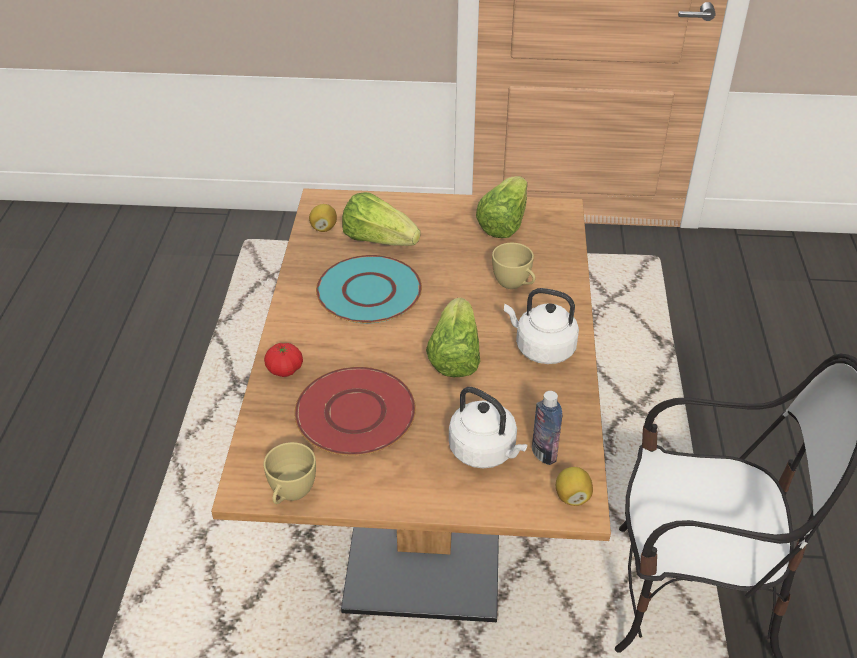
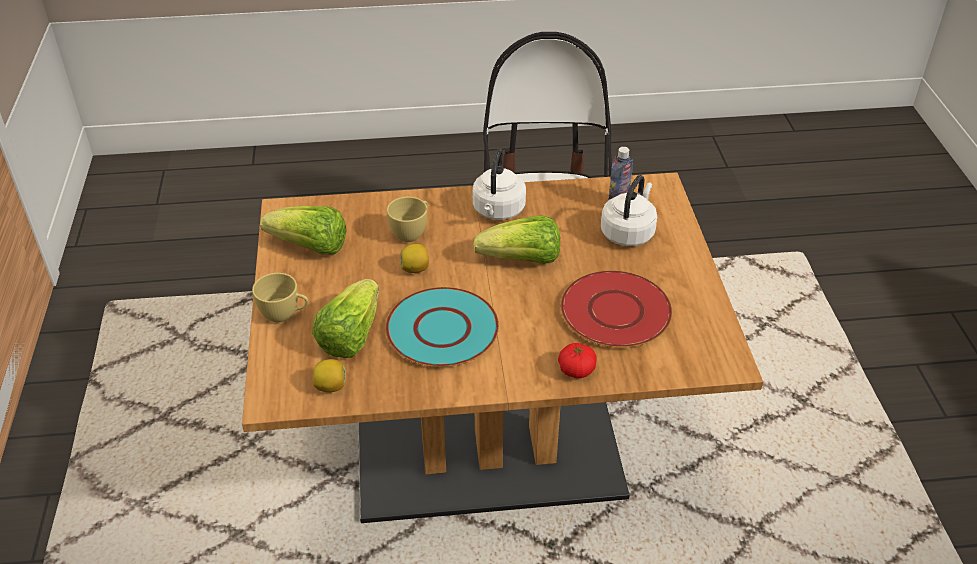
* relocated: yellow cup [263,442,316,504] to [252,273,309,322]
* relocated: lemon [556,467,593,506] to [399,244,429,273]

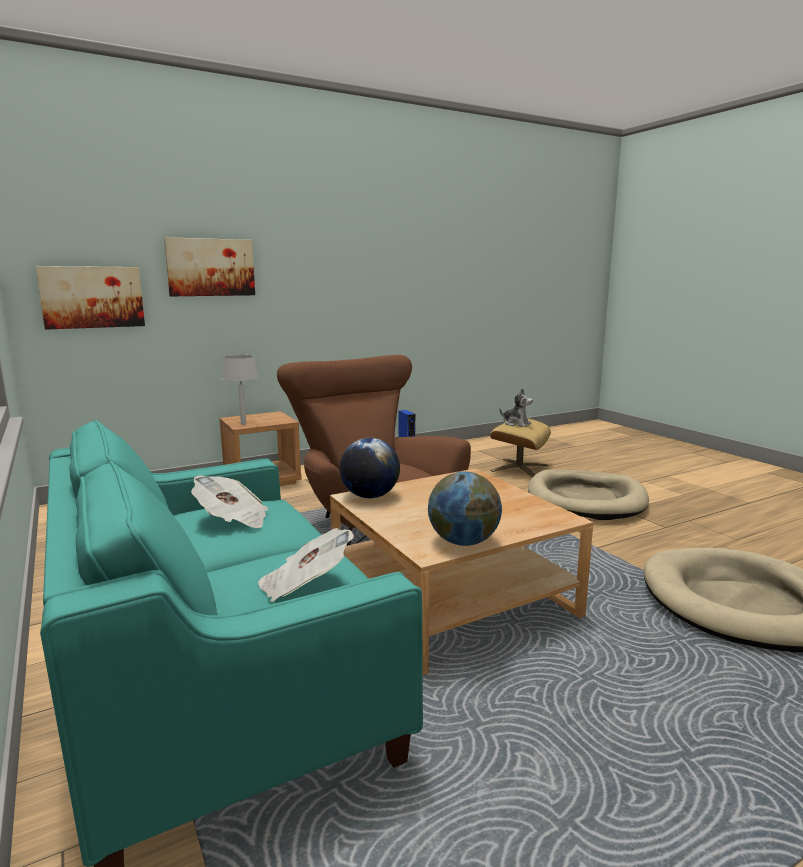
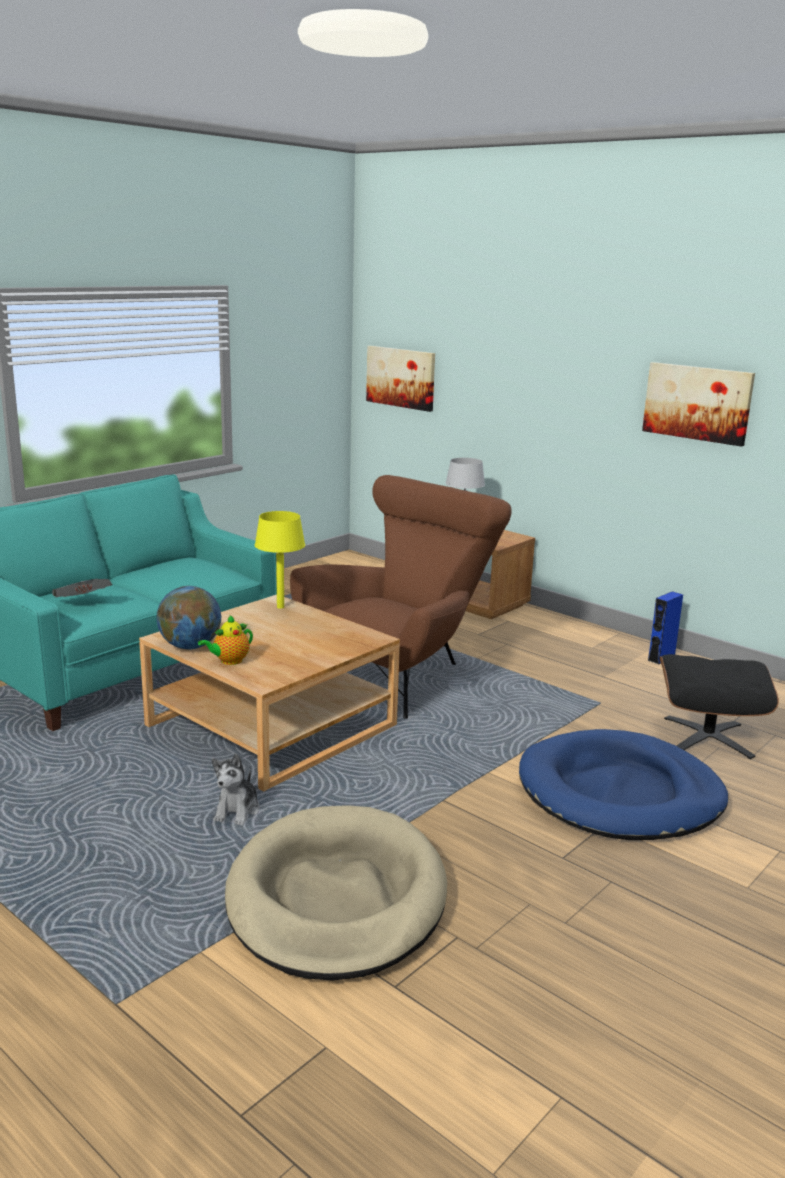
* missing: newspaper [191,475,268,528]
* appeared: teapot [198,615,253,665]
* relocated: picture [164,237,255,296] to [642,362,755,447]
* relocated: plush toy [499,388,533,427] to [212,754,260,826]
* exchanged: globe [340,438,400,498] to yellow table lamp [255,511,305,609]
* colour: beige ottoman [490,418,551,478] to black ottoman [660,654,779,759]
* colour: beige dog bed [528,469,649,520] to blue dog bed [519,729,728,840]

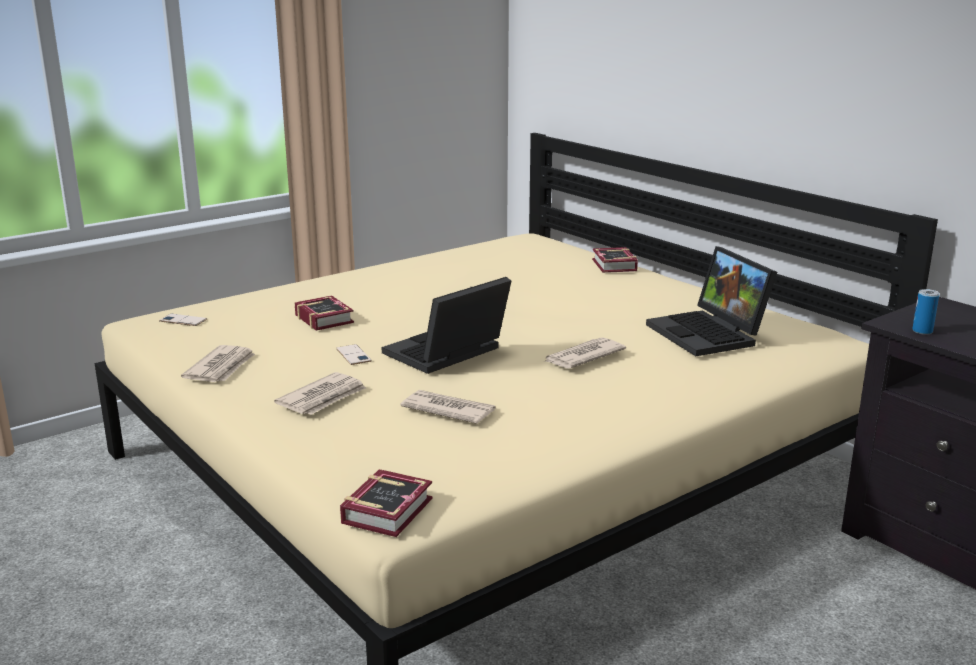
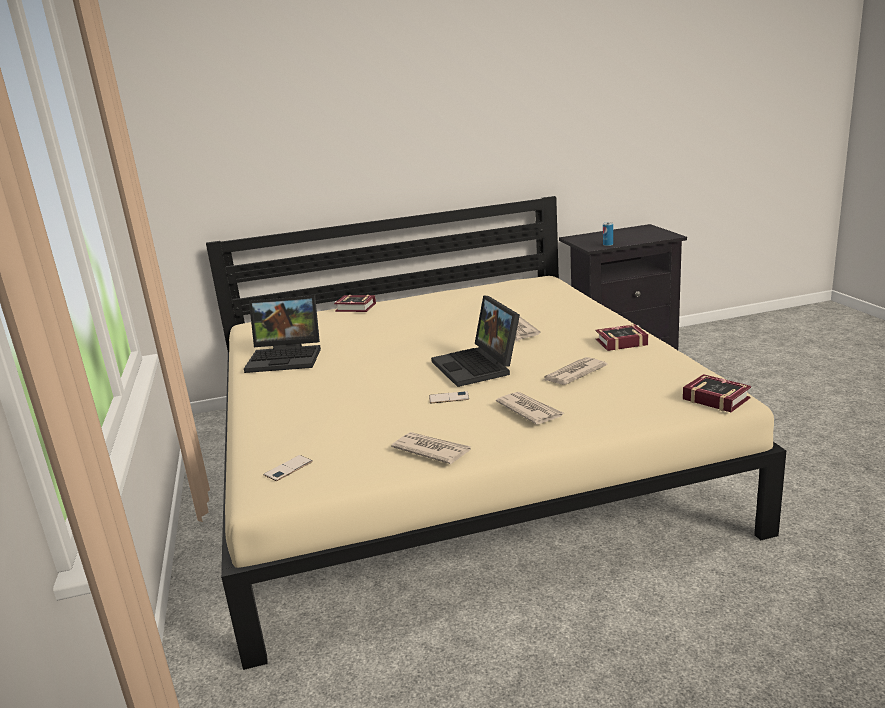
* relocated: book [295,295,354,331] to [596,324,648,351]
* relocated: laptop [646,246,777,356] to [244,296,321,373]

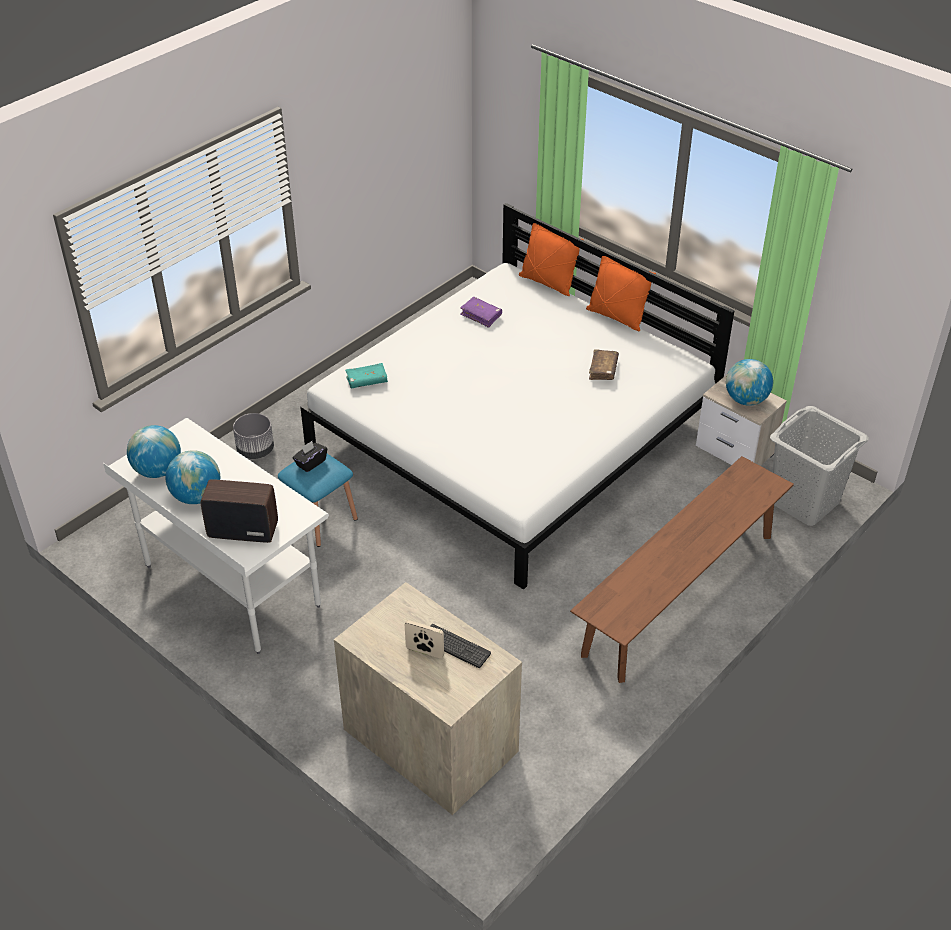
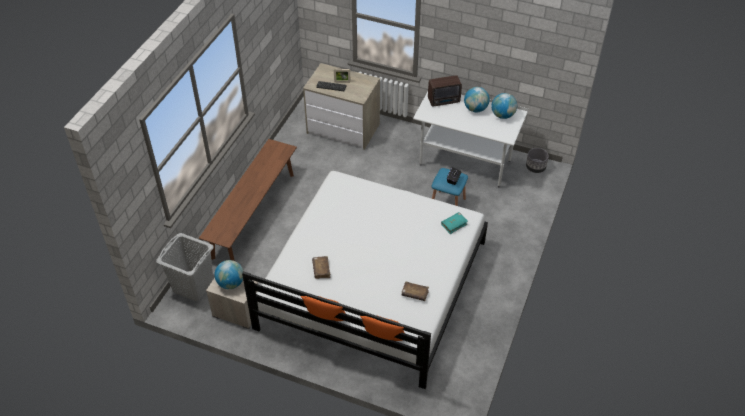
* relocated: grey planter [233,413,274,459] to [526,148,549,173]
* colour: purple book [460,297,502,328] to brown book [402,282,429,301]

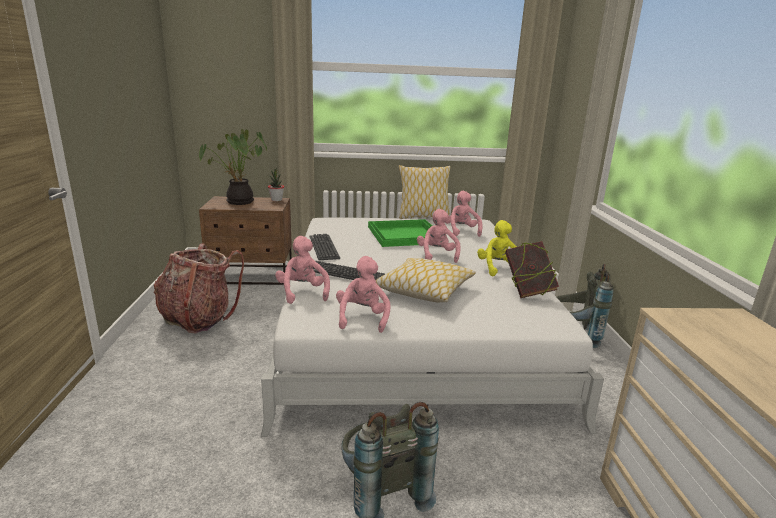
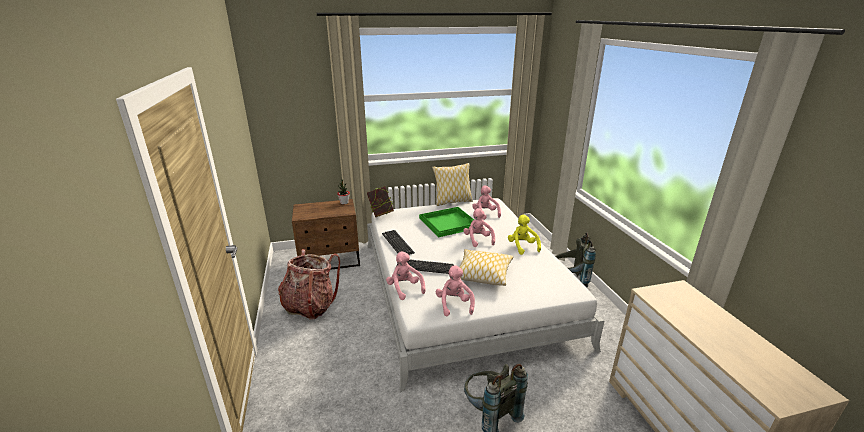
* missing: potted plant [199,129,267,205]
* relocated: book [505,241,559,298] to [367,186,394,217]

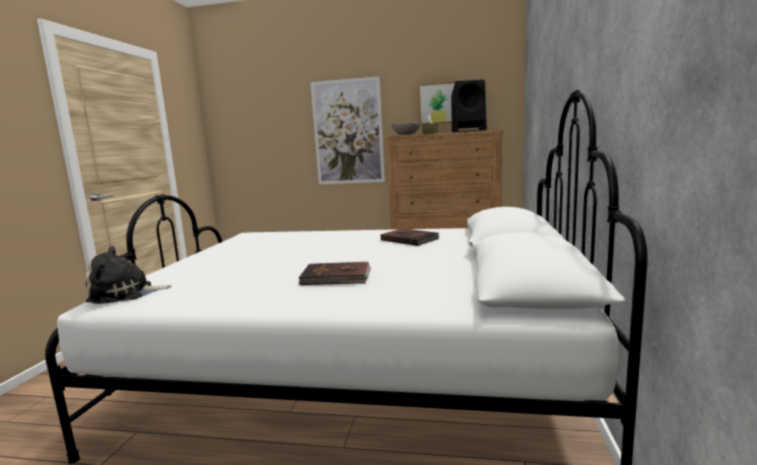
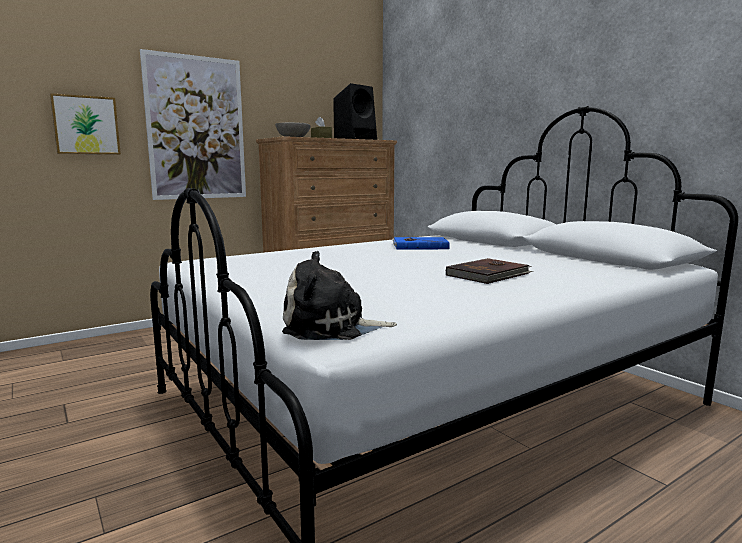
* relocated: picture [418,82,455,125] to [50,93,121,155]
* colour: brown book [381,228,439,246] to blue book [393,237,450,250]
* spun: plush toy [86,246,172,304] = [282,251,397,340] 60 degrees clockwise

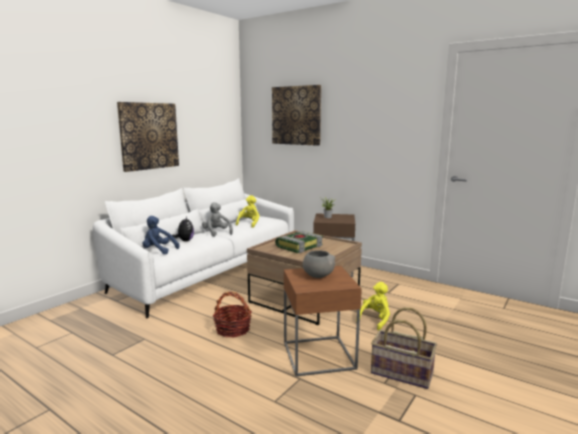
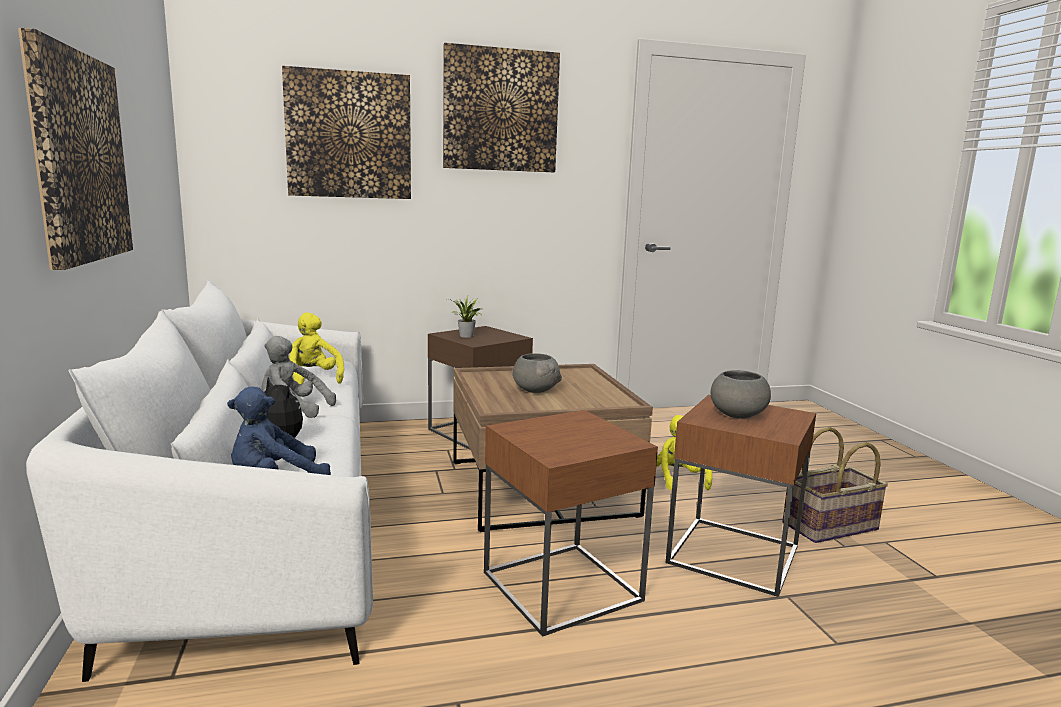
* appeared: picture [443,43,560,172]
* exchanged: basket [213,292,252,337] to brown side table [484,410,658,637]
* exchanged: book [275,231,323,253] to grey bowl [513,353,562,393]

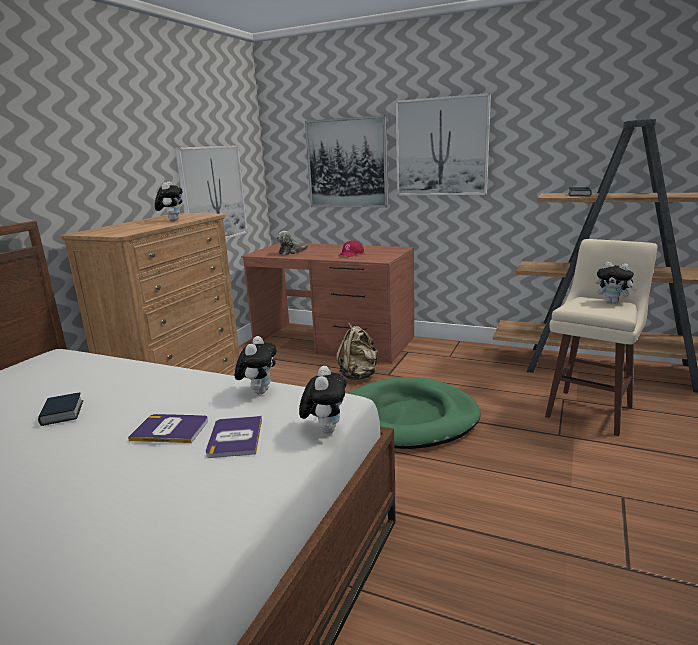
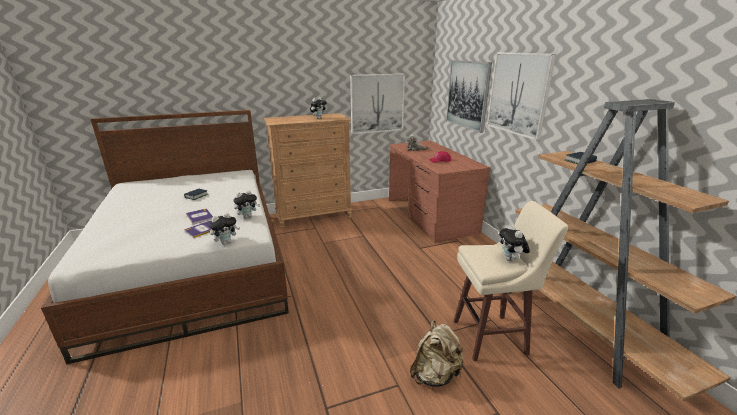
* missing: green dog bed [348,377,481,449]
* relocated: beige backpack [336,323,379,380] to [410,320,464,387]

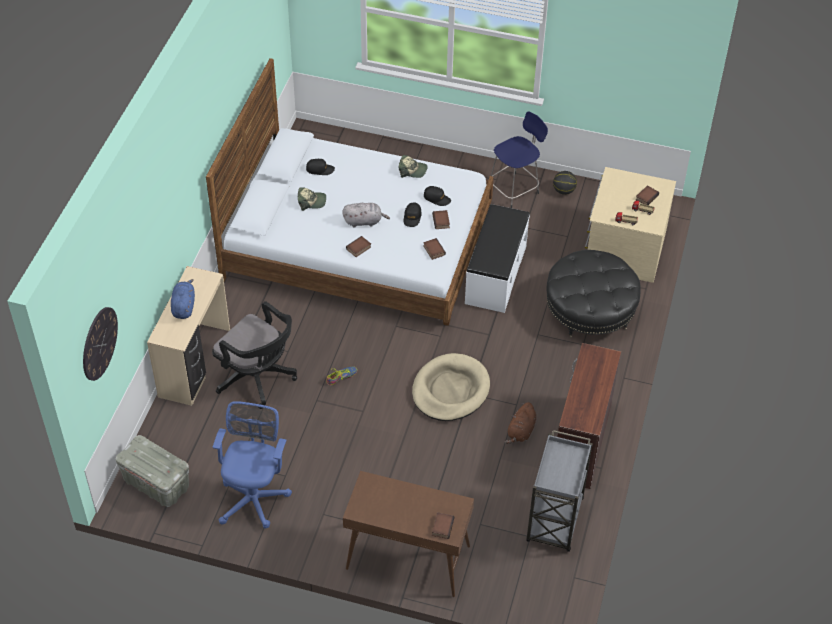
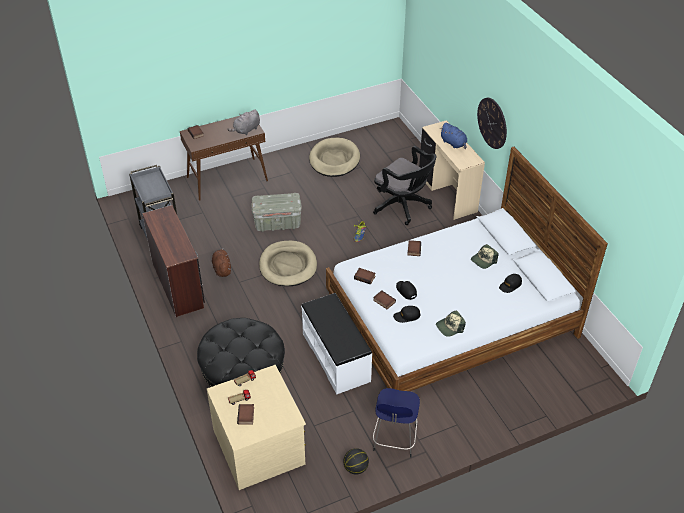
* relocated: wall clock [83,307,118,381] to [477,98,507,149]
* relocated: grey storage box [115,435,189,507] to [251,193,302,232]
* relocated: grey plush toy [342,203,390,228] to [227,109,260,135]
* exchanged: blue office chair [213,401,292,529] to beige dog bed [309,138,360,177]
* spun: black office chair [212,301,297,409] = [373,146,437,225] 135 degrees counterclockwise

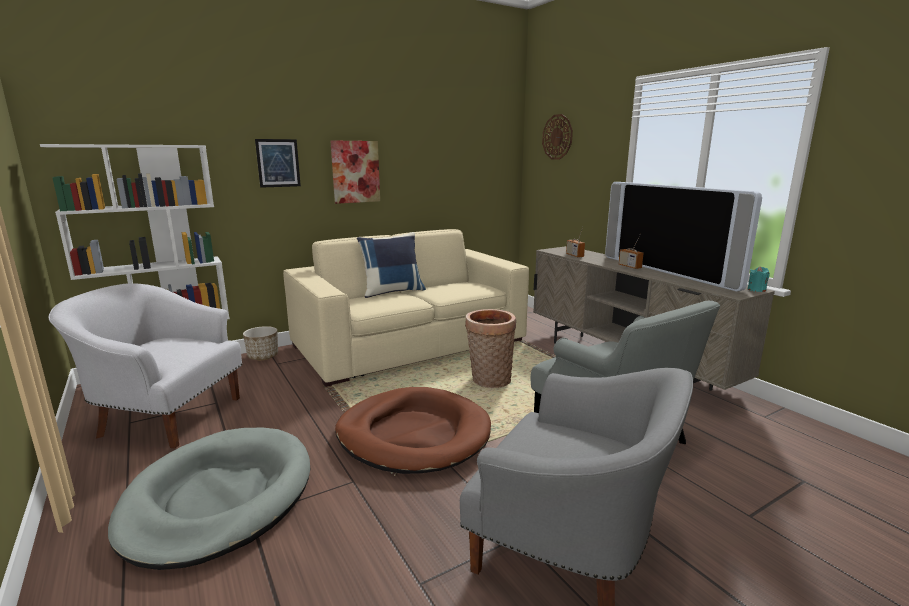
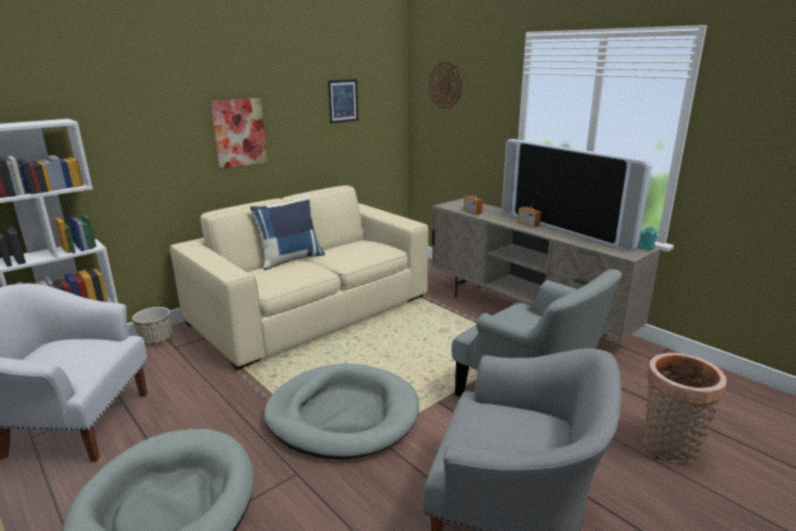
* relocated: picture [255,139,301,188] to [328,79,358,123]
* relocated: basket [465,309,516,388] to [644,353,726,463]
* colour: brown dog bed [335,387,491,474] to grey dog bed [264,363,419,460]

